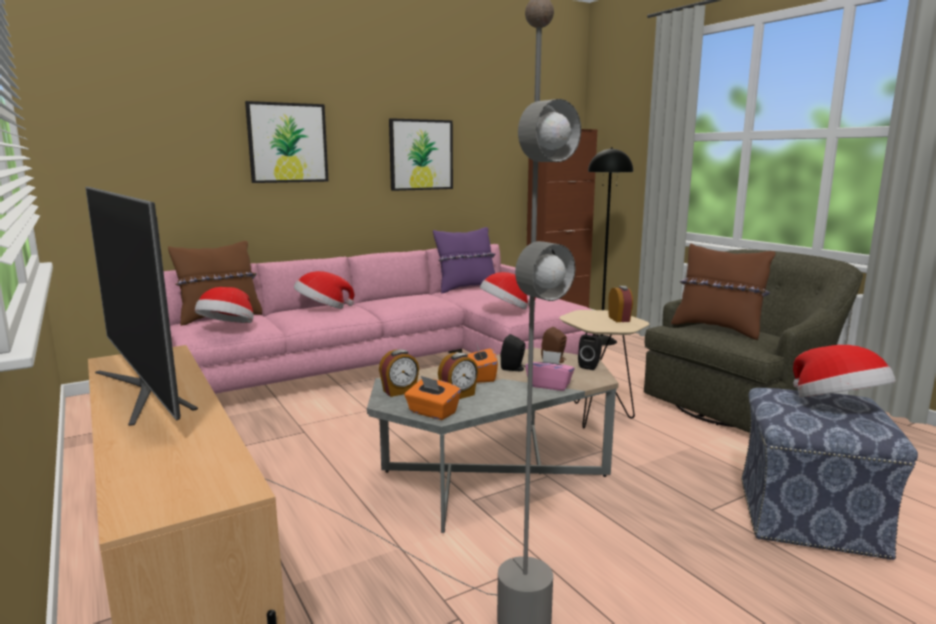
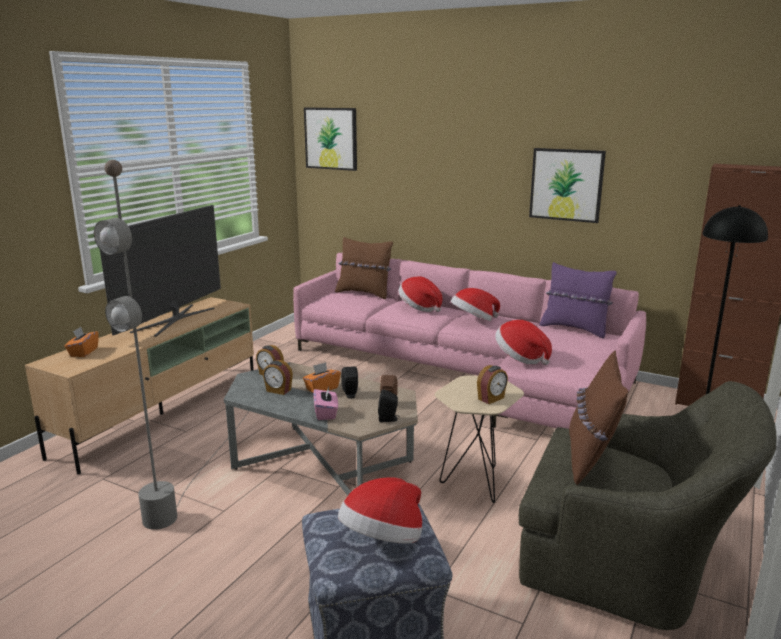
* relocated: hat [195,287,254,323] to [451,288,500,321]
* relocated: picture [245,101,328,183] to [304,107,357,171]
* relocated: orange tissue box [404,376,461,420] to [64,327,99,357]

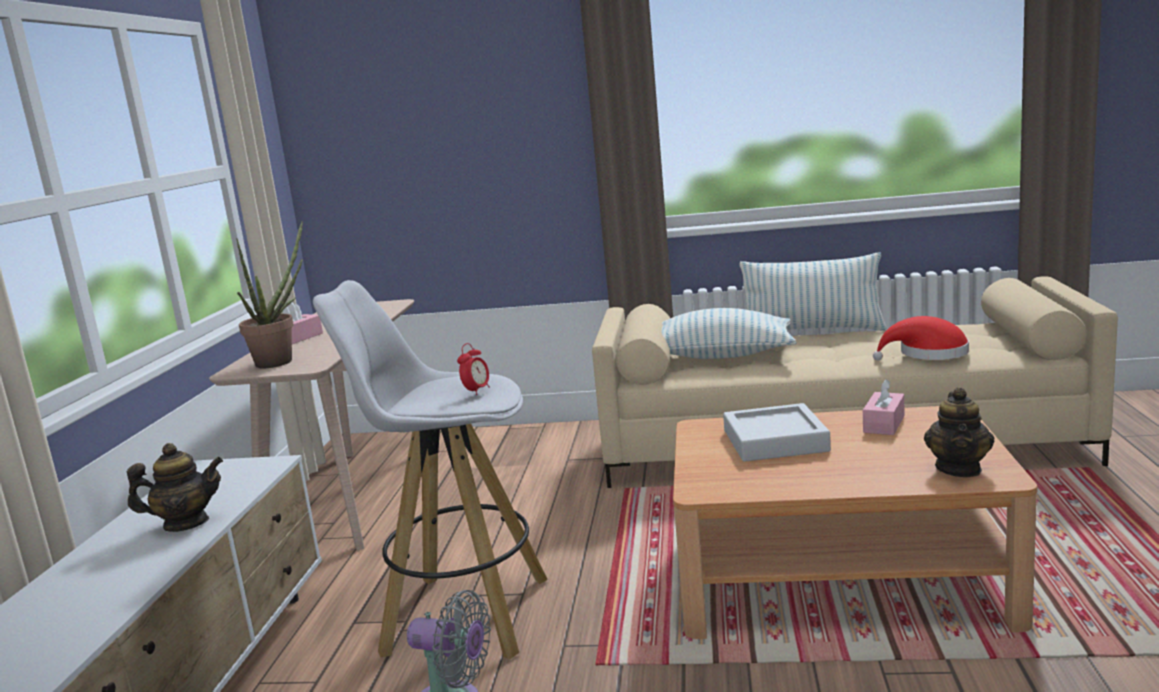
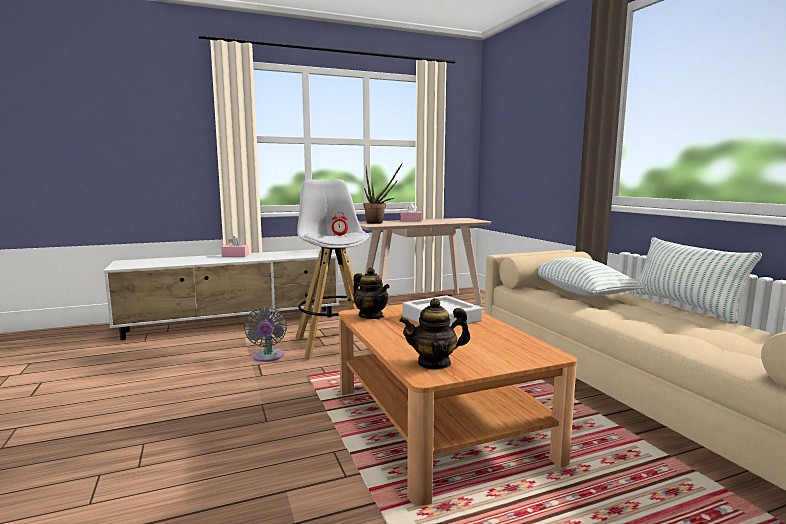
* missing: red hat [873,316,969,360]
* relocated: teapot [127,443,223,532] to [353,267,390,319]
* relocated: pink tissue box [863,379,904,435] to [221,236,249,257]

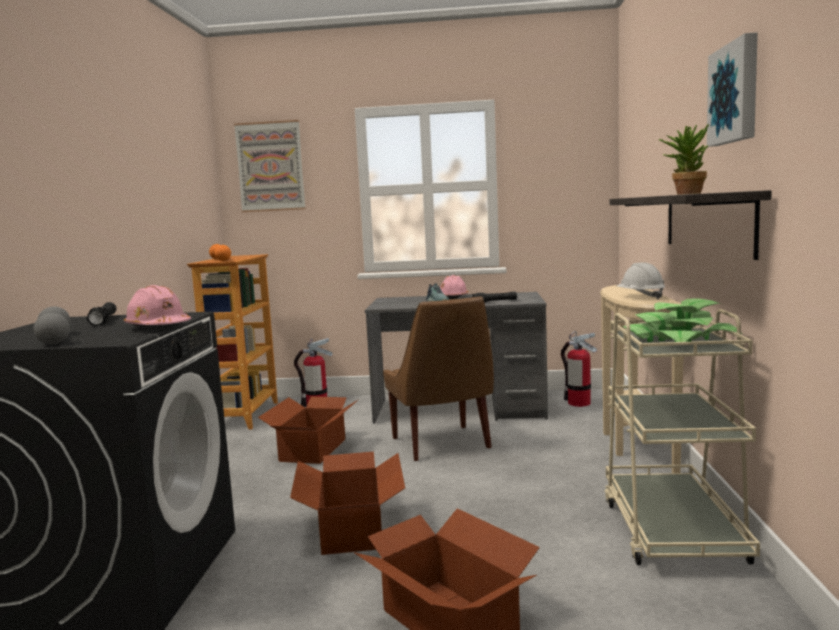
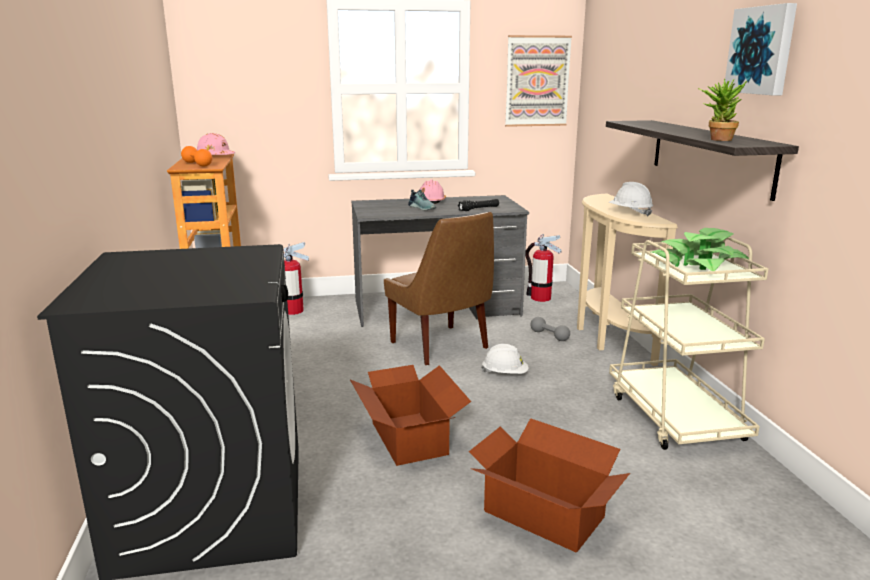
* missing: black flashlight [87,302,117,326]
* missing: cardboard box [258,397,359,464]
* appeared: white hard hat [481,344,529,374]
* relocated: grey dumbbell [34,306,71,344] to [530,317,570,341]
* relocated: pink hard hat [124,285,191,326] to [197,133,235,155]
* relocated: picture [234,120,306,212] to [505,35,572,127]

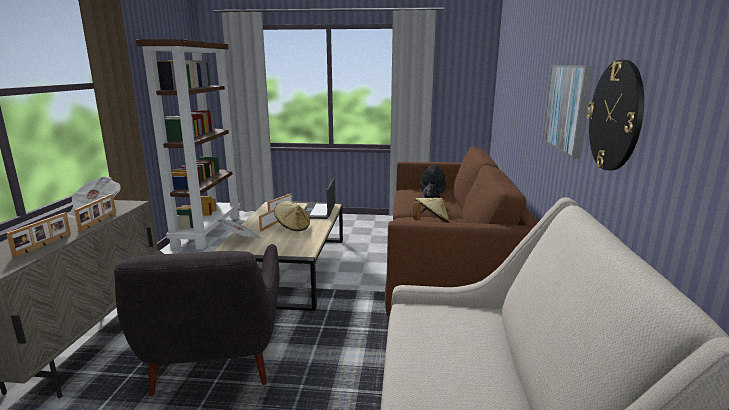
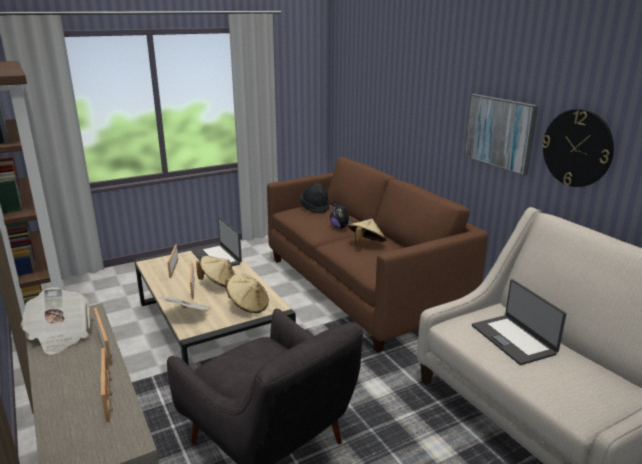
* appeared: beige hat [225,274,269,313]
* appeared: laptop [472,279,566,365]

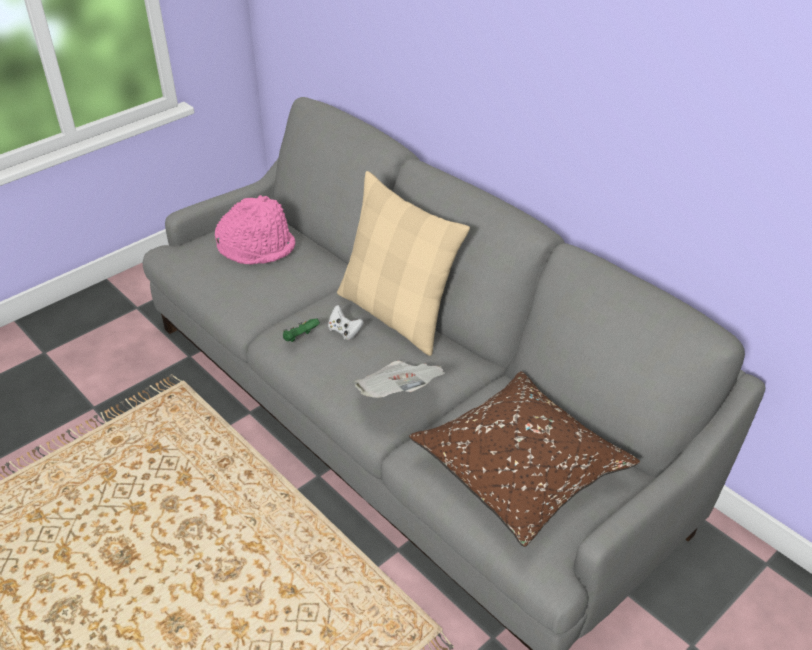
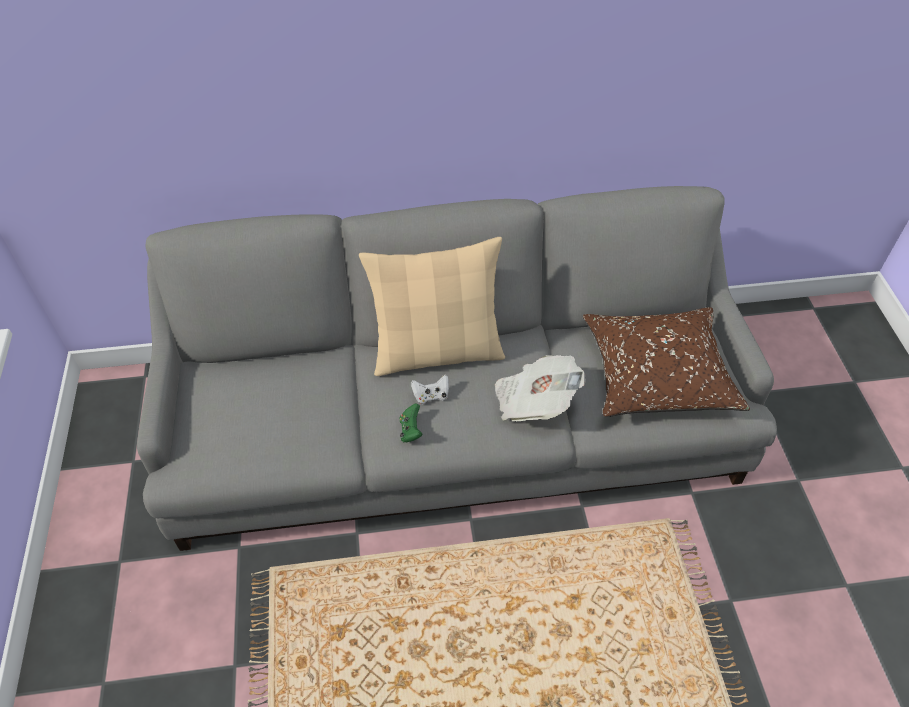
* missing: pink hat [215,195,295,265]

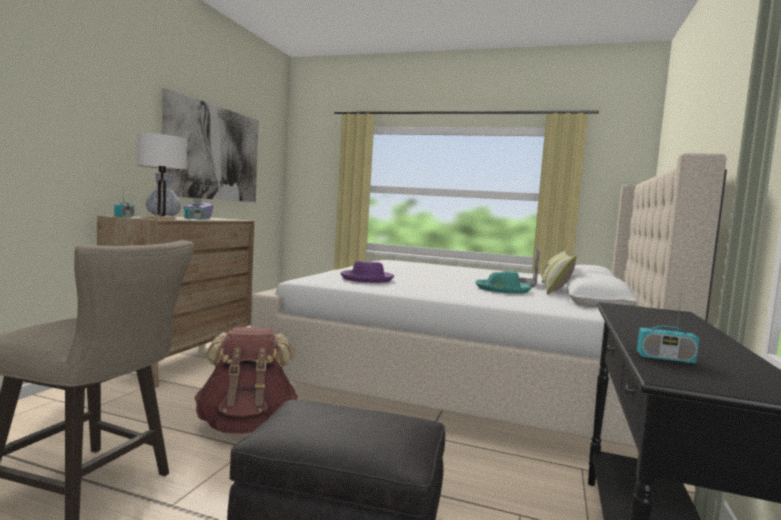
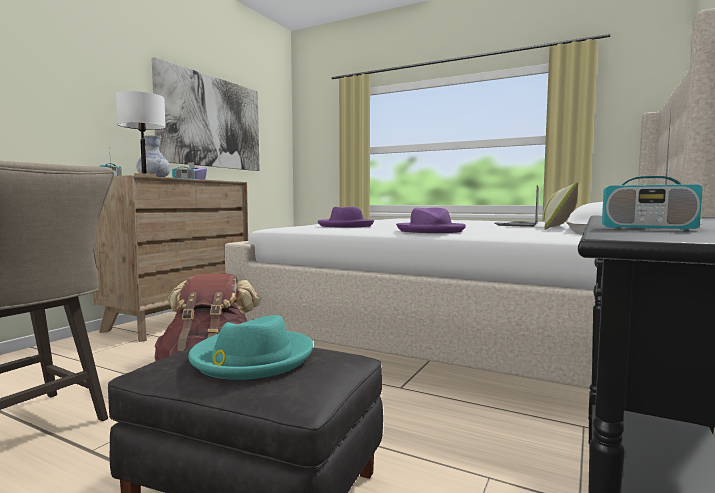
* appeared: purple hat [396,208,466,233]
* relocated: turquoise hat [475,271,531,294] to [188,315,313,380]

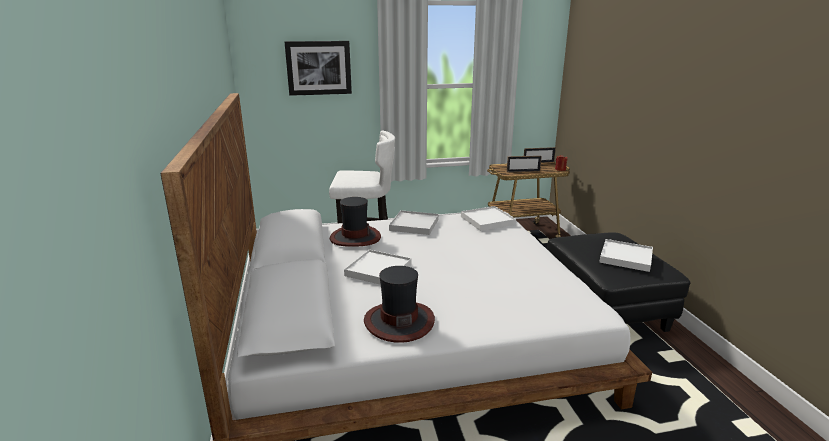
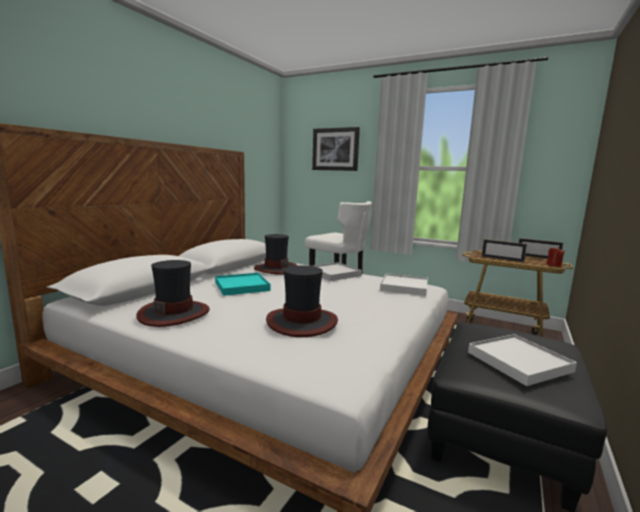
* appeared: hat [266,265,338,337]
* colour: white tray [344,250,412,285] to turquoise tray [215,273,271,296]

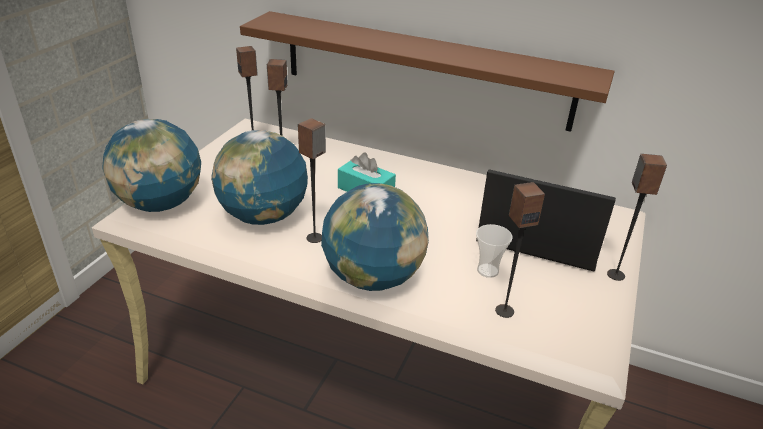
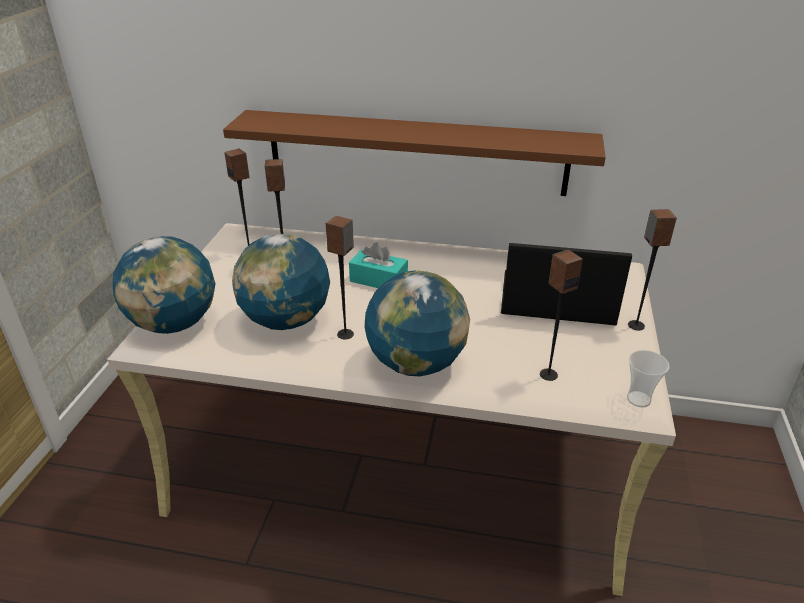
* relocated: cup [476,224,513,278] to [627,350,670,407]

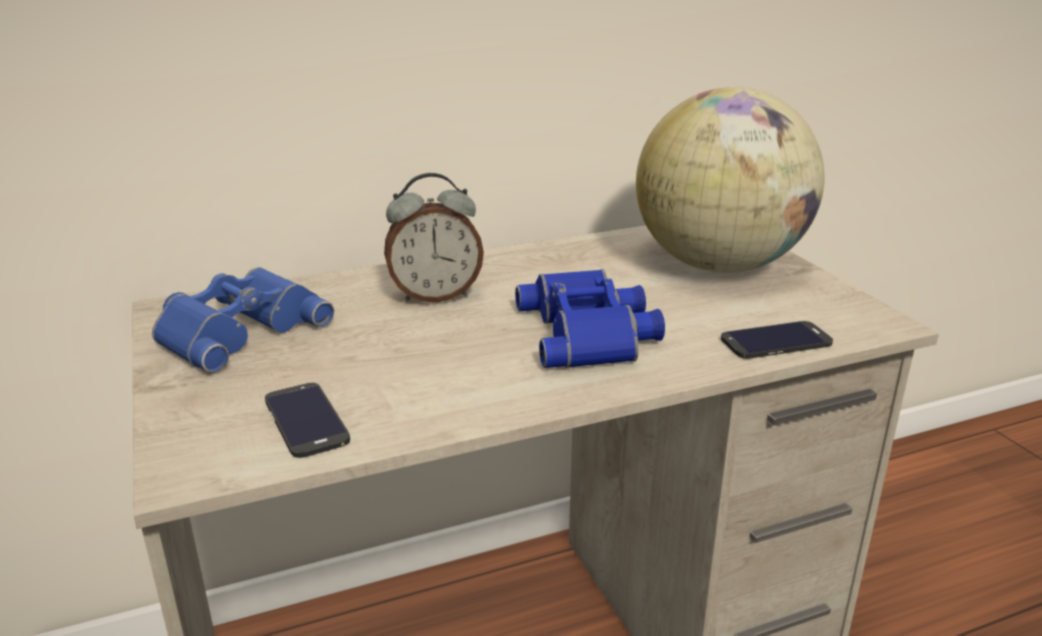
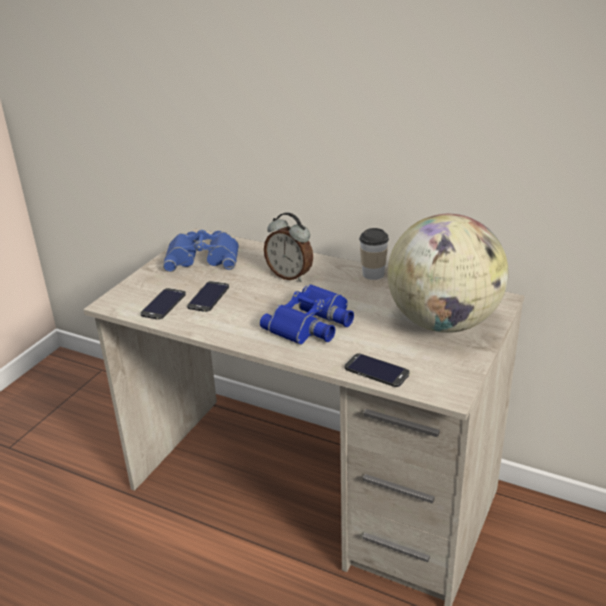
* appeared: phone [187,281,229,312]
* appeared: cup [359,228,389,280]

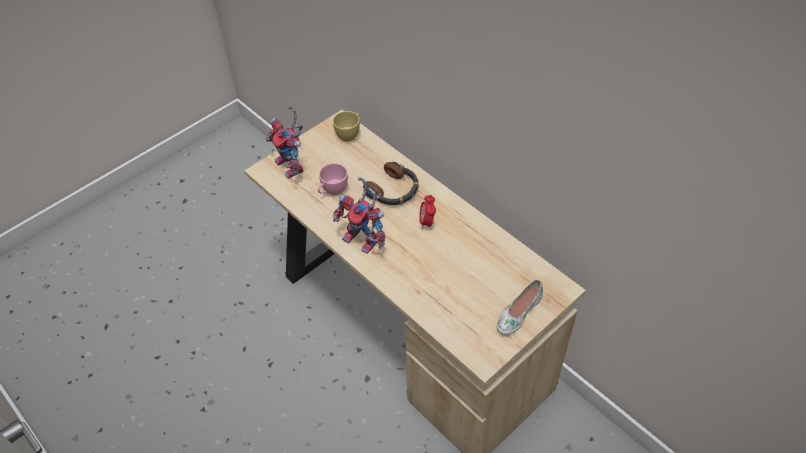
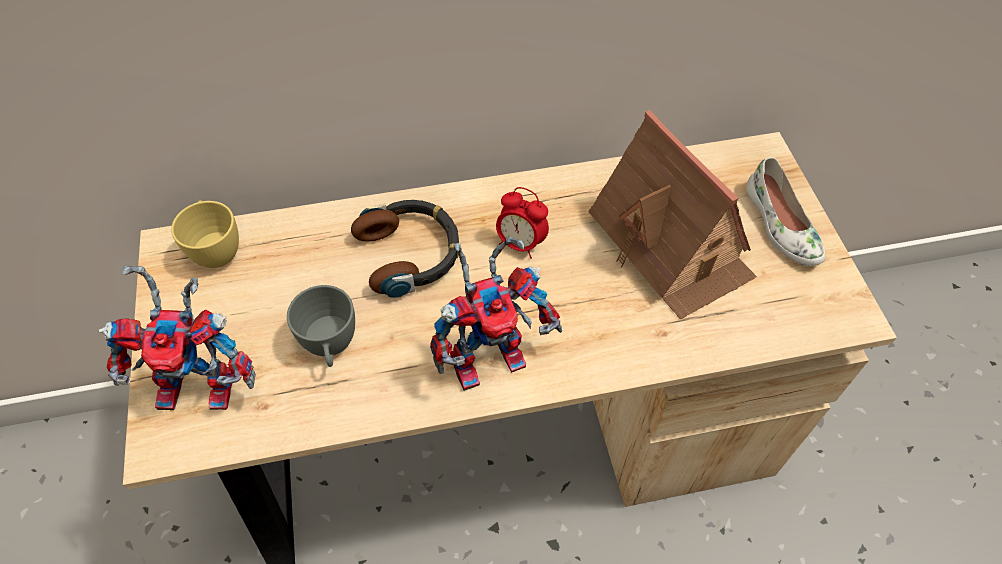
* appeared: toy house [589,110,757,320]
* colour: pink cup [317,163,348,195] to grey cup [287,285,355,367]

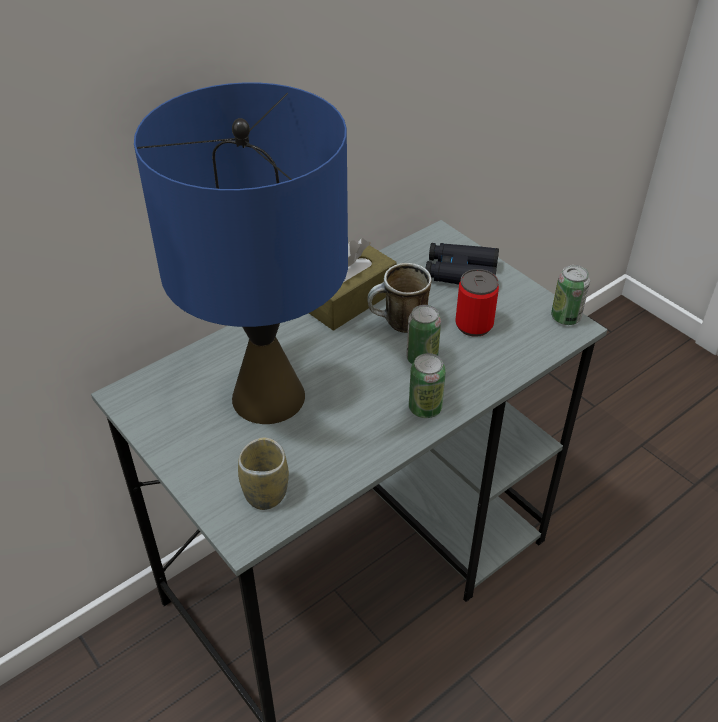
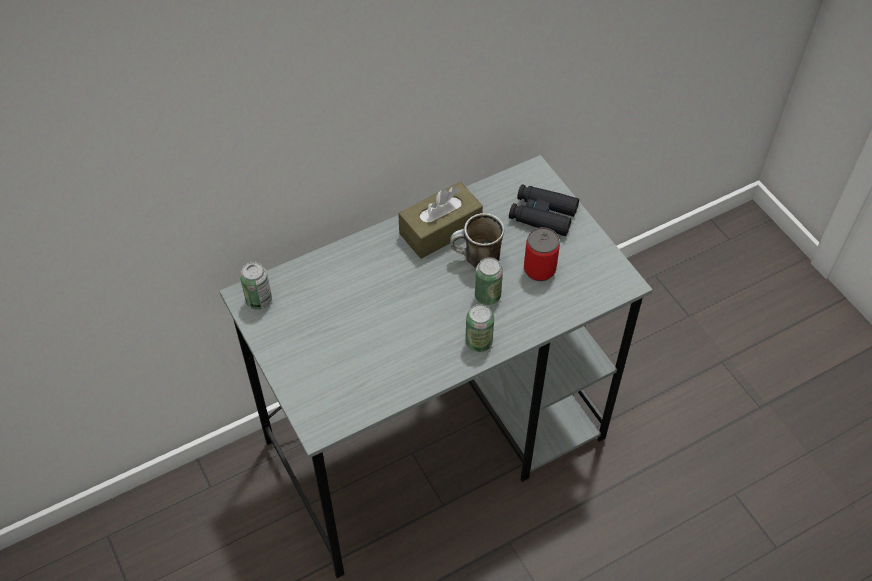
* missing: blue table lamp [134,82,348,424]
* missing: cup [238,437,289,510]
* relocated: can [551,265,590,325] to [240,262,272,310]

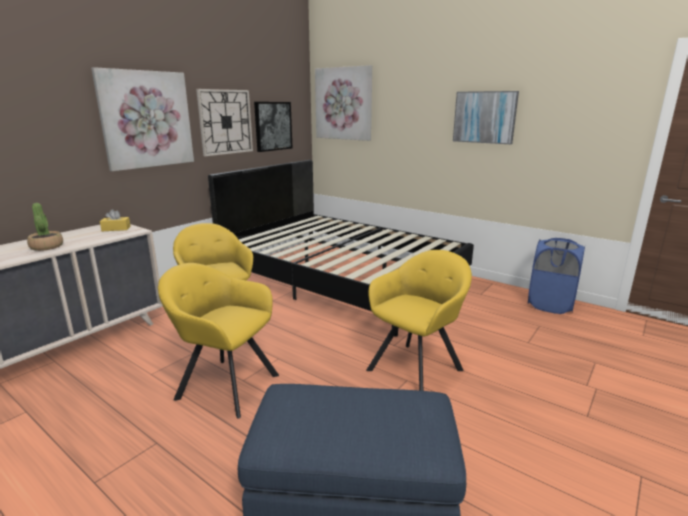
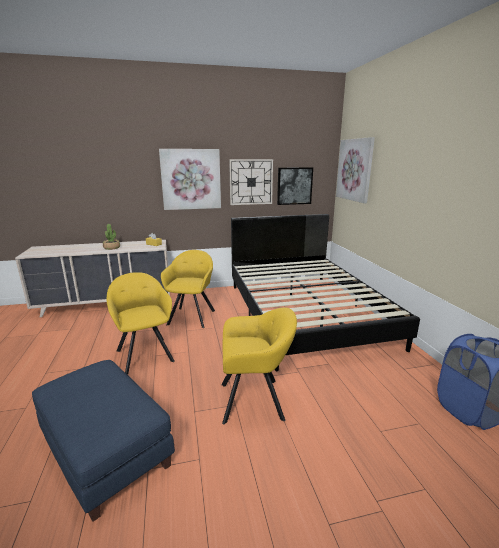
* missing: picture [453,91,519,144]

